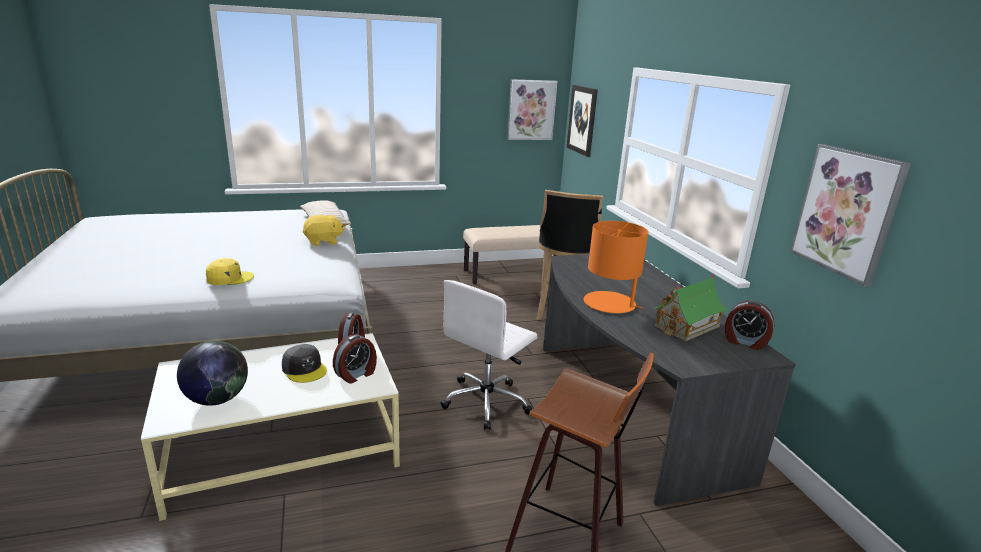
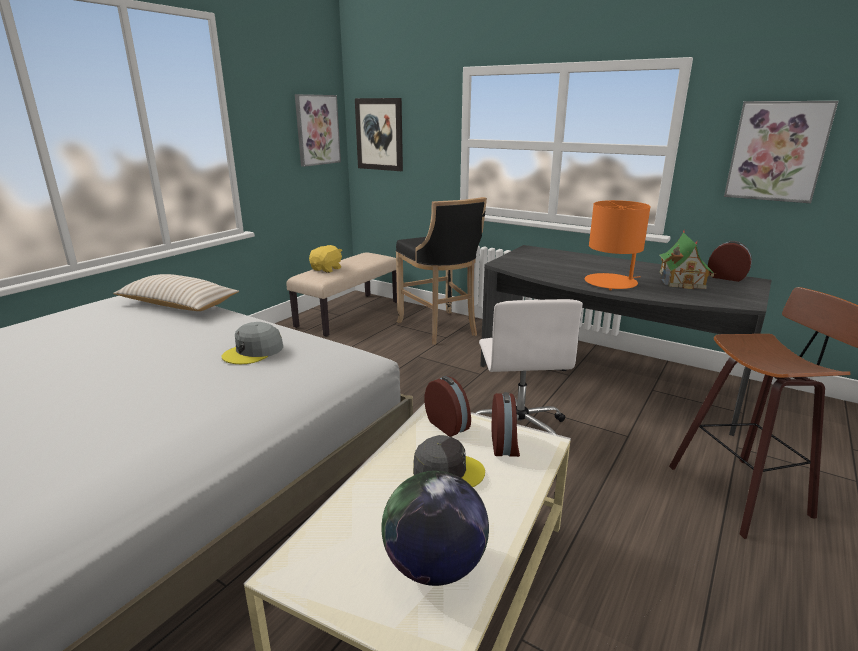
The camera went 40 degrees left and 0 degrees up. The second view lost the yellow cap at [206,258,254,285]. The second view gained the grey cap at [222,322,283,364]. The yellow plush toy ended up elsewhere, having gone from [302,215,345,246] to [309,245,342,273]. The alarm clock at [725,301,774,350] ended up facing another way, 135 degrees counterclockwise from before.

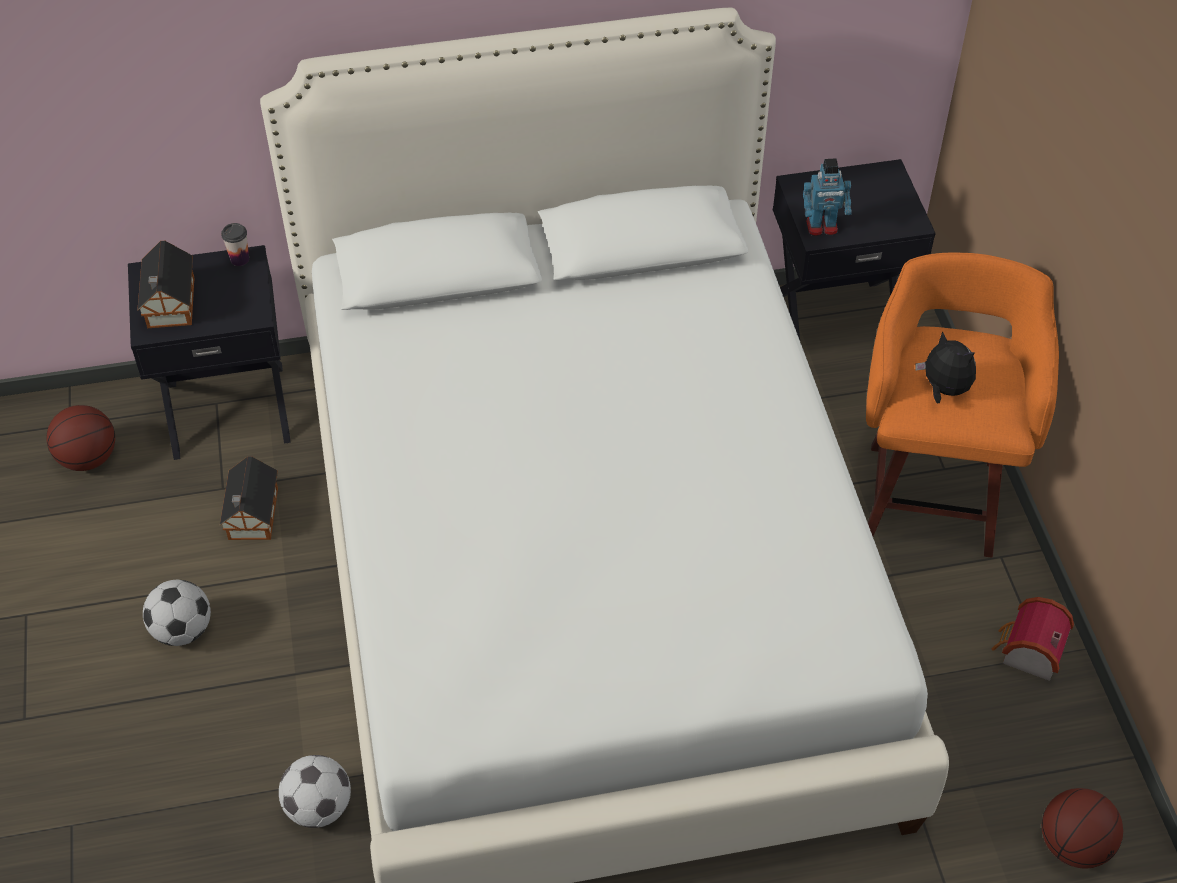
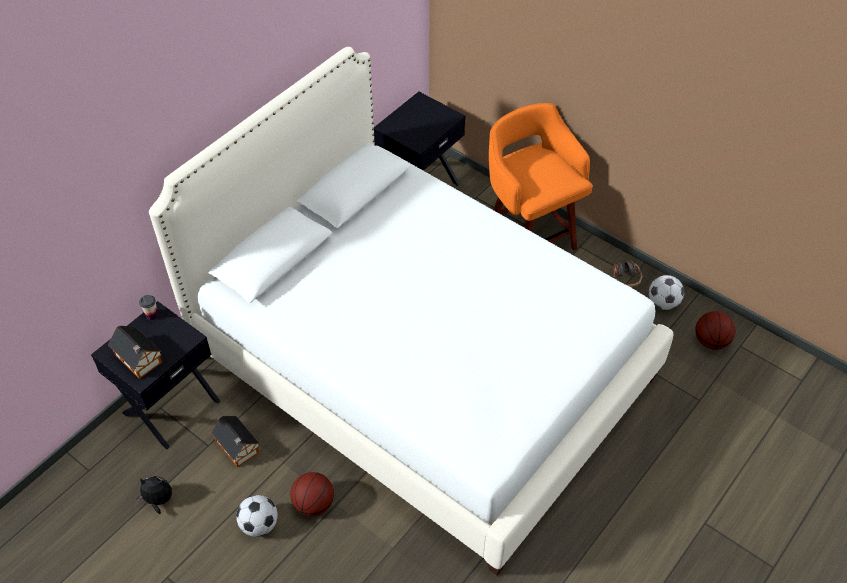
The camera went 40 degrees left and 0 degrees up. The second view lost the toy robot at [803,159,852,236]. The basketball ended up elsewhere, having gone from [46,405,115,471] to [290,472,334,516]. The football ended up elsewhere, having gone from [279,755,351,828] to [649,275,684,310]. The plush toy ended up elsewhere, having gone from [915,331,976,403] to [136,476,172,514]. Where the toy house stood at [992,597,1074,681], the headphones came to stand at [613,260,642,287].

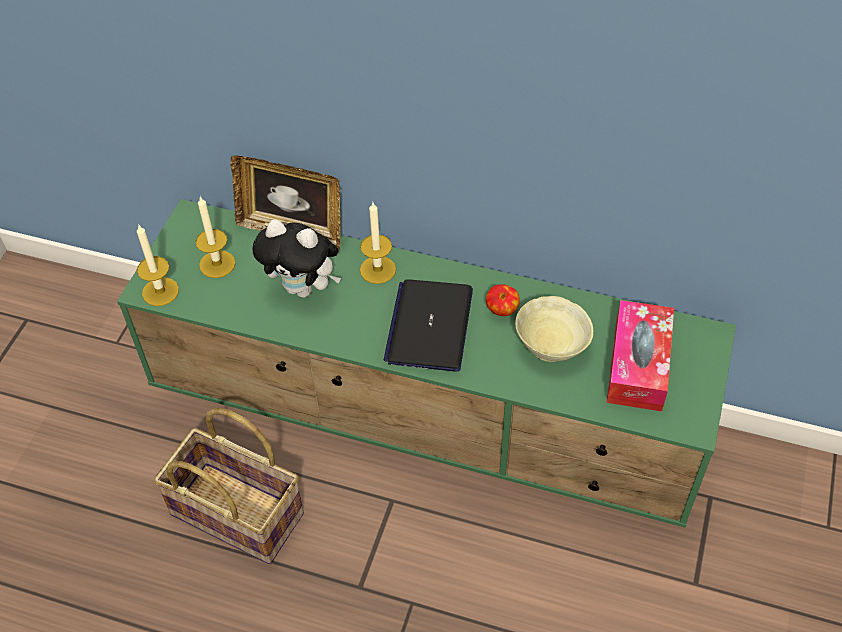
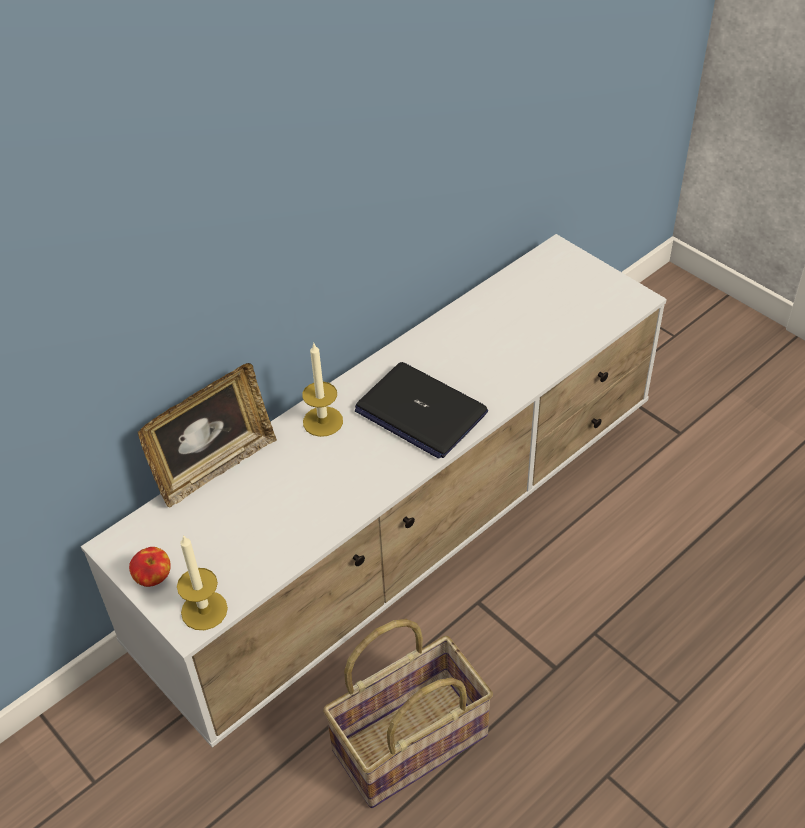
The camera went 60 degrees left and 5 degrees down. The second view lost the candle at [196,197,236,278]. The second view lost the plush toy at [252,220,341,298]. The second view lost the beige bowl at [515,296,593,362]. The second view lost the tissue box at [606,300,674,411]. The apple ended up elsewhere, having gone from [486,284,520,316] to [129,547,171,587]. What was the green tv stand at [117,199,736,528] turned into the white tv stand at [81,234,667,748].

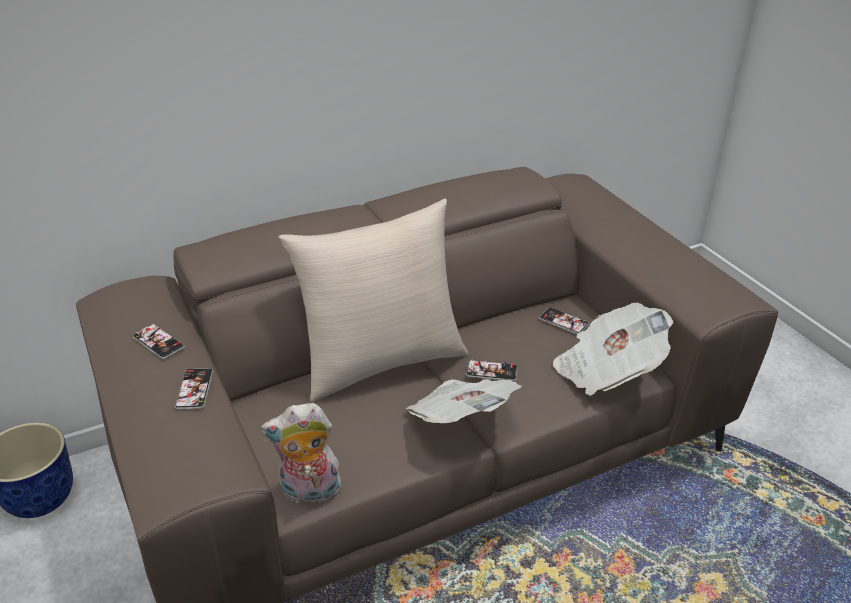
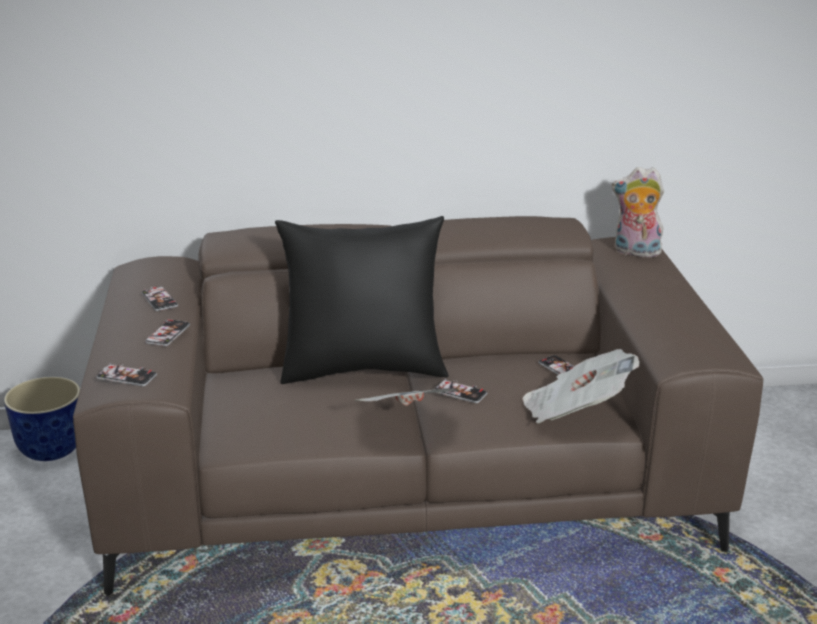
The camera went 20 degrees right and 10 degrees down. The second view gained the phone at [96,363,157,387]. The plush toy ended up elsewhere, having gone from [261,403,343,507] to [612,167,664,257]. What was the beige pillow at [279,199,469,402] turned into the black pillow at [275,216,448,384].

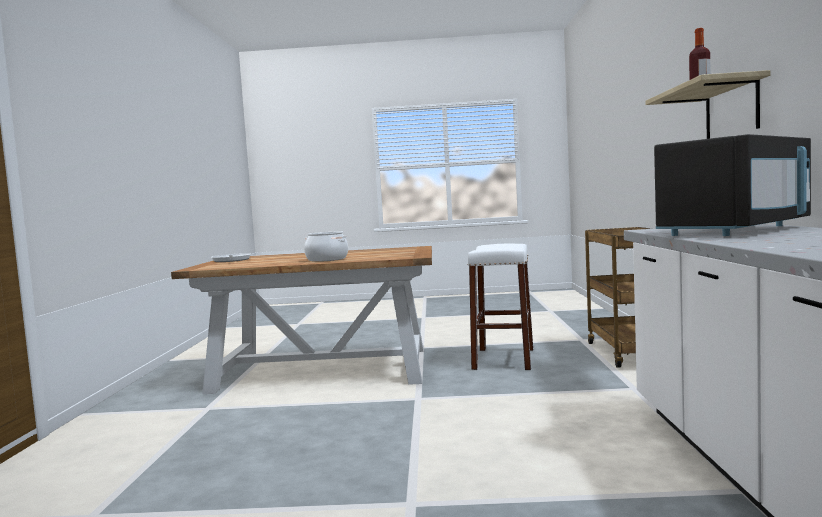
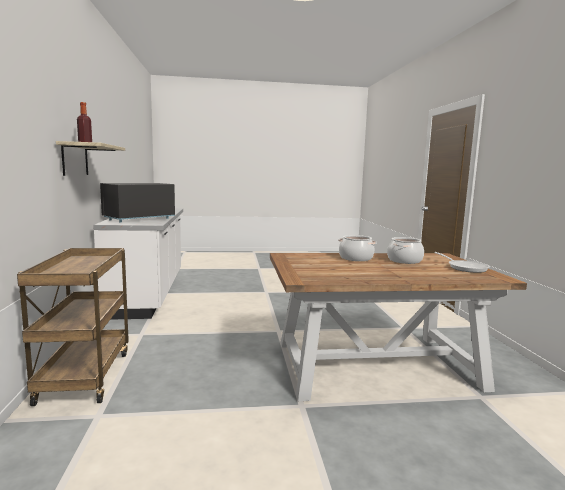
The camera went 170 degrees right and 5 degrees up. The second view lost the white stool at [467,243,533,370]. The second view gained the cooking pot at [387,237,424,264].

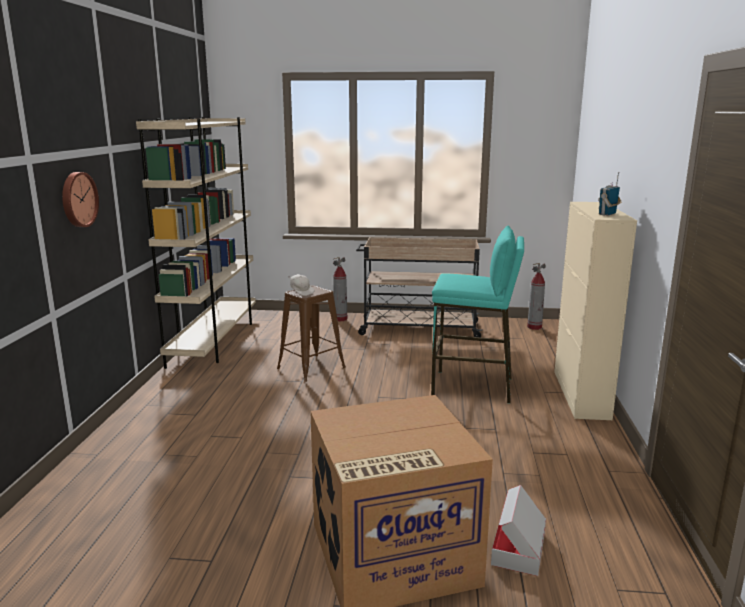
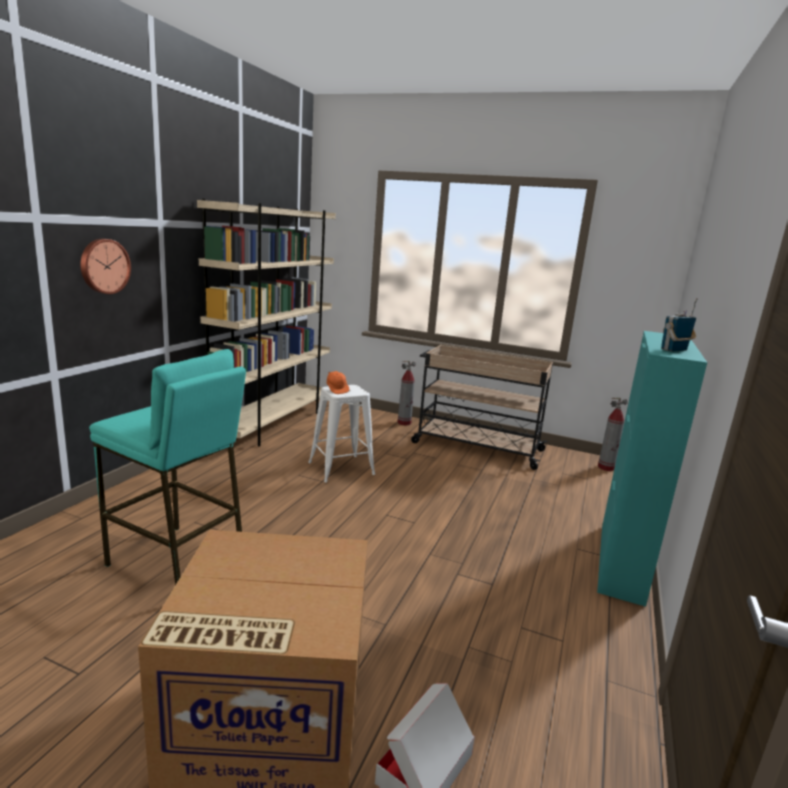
The camera went 15 degrees right and 0 degrees up. The turquoise stool ended up elsewhere, having gone from [431,226,524,404] to [89,349,246,585]. What was the brown stool at [277,286,346,382] turned into the white stool at [308,385,375,482]. What was the white cap at [288,274,314,296] turned into the orange cap at [327,371,349,394]. What was the beige cabinet at [554,202,637,420] turned into the turquoise cabinet at [597,331,707,607].

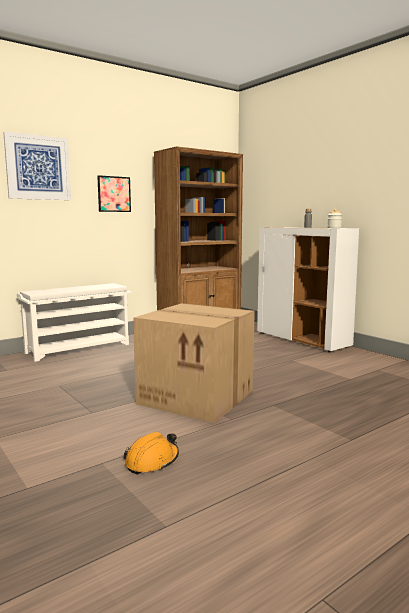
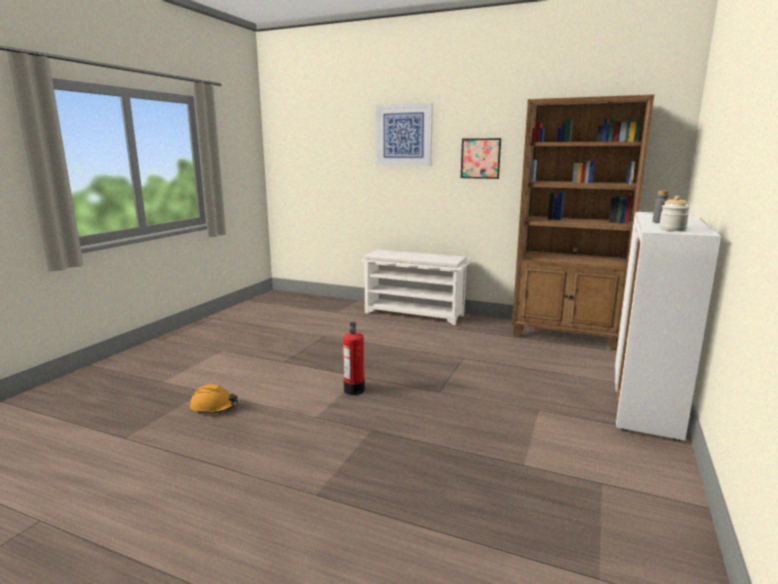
The camera went 60 degrees right and 5 degrees up. Where the cardboard box stood at [133,303,255,423], the fire extinguisher came to stand at [343,322,365,395].

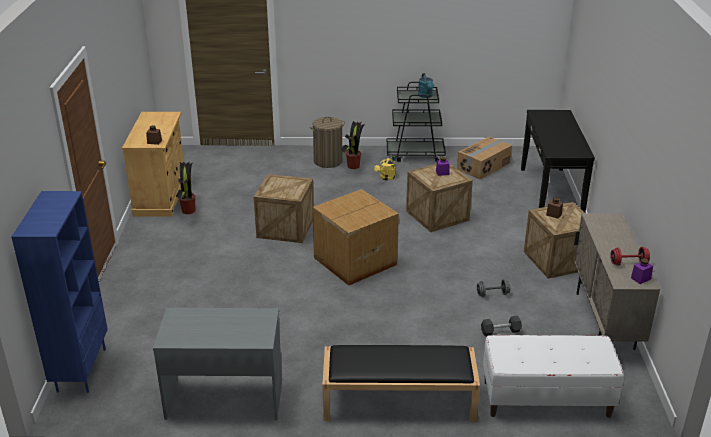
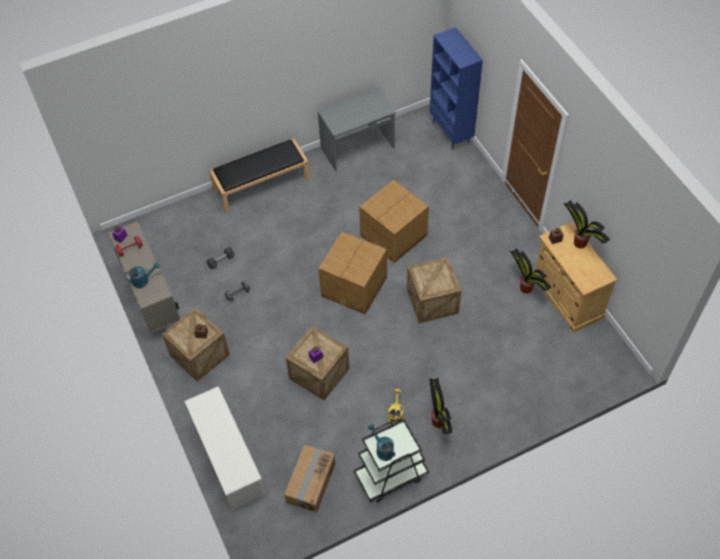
The camera went 155 degrees right and 25 degrees up. The second view lost the laundry basket at [310,116,345,168]. The second view lost the white bench at [483,335,624,418]. The second view gained the turquoise watering can at [125,262,160,288]. The second view gained the cardboard box at [359,180,429,263]. The second view gained the potted plant at [563,200,610,249]. Where the black console table stood at [521,110,595,212], the white shoe rack came to stand at [184,386,266,510].

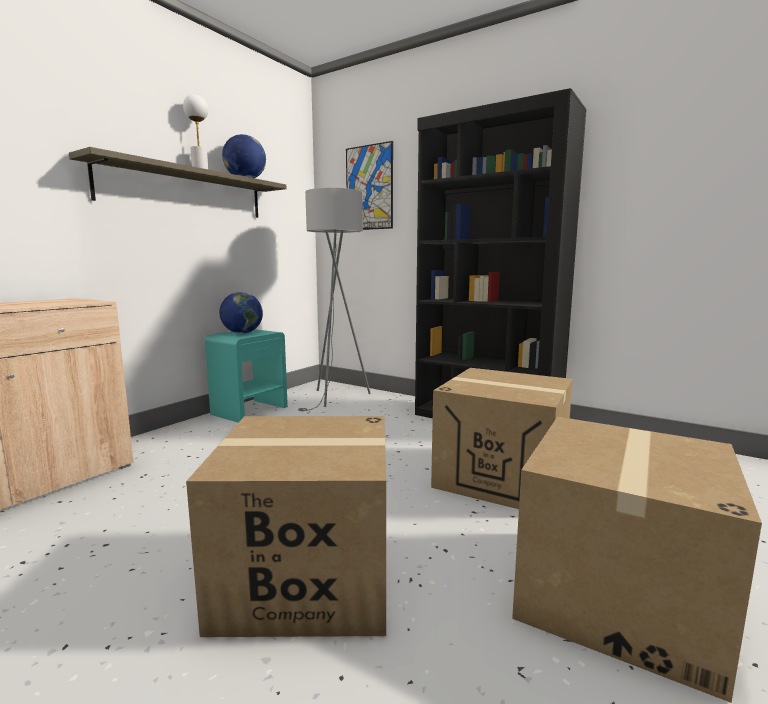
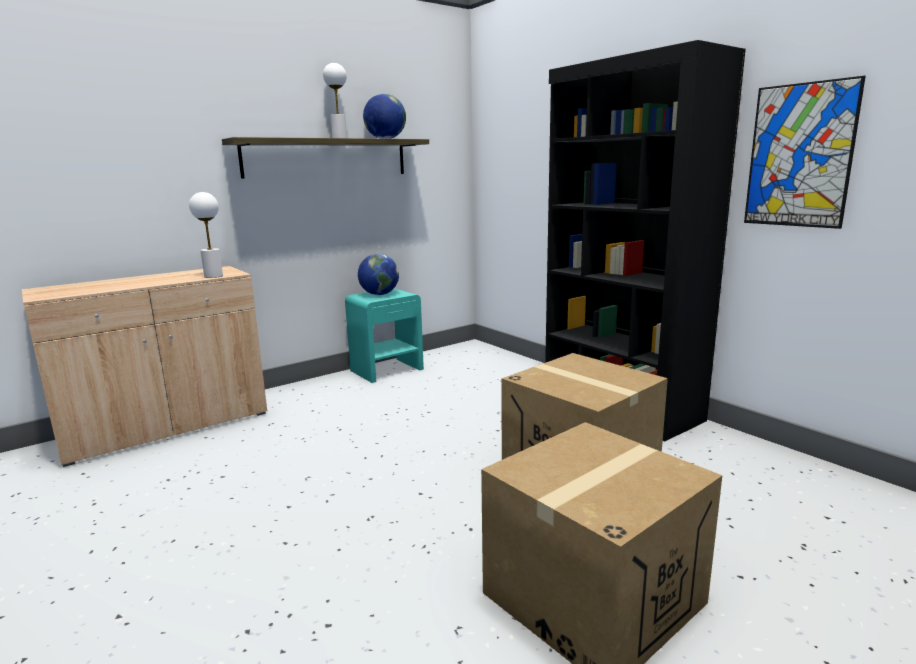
The camera went 20 degrees right and 5 degrees up. The second view lost the cardboard box at [186,416,386,637]. The second view lost the grey floor lamp at [298,188,371,411]. The second view gained the white table lamp at [189,192,223,278]. The picture ended up elsewhere, having gone from [346,141,393,230] to [744,76,866,229].

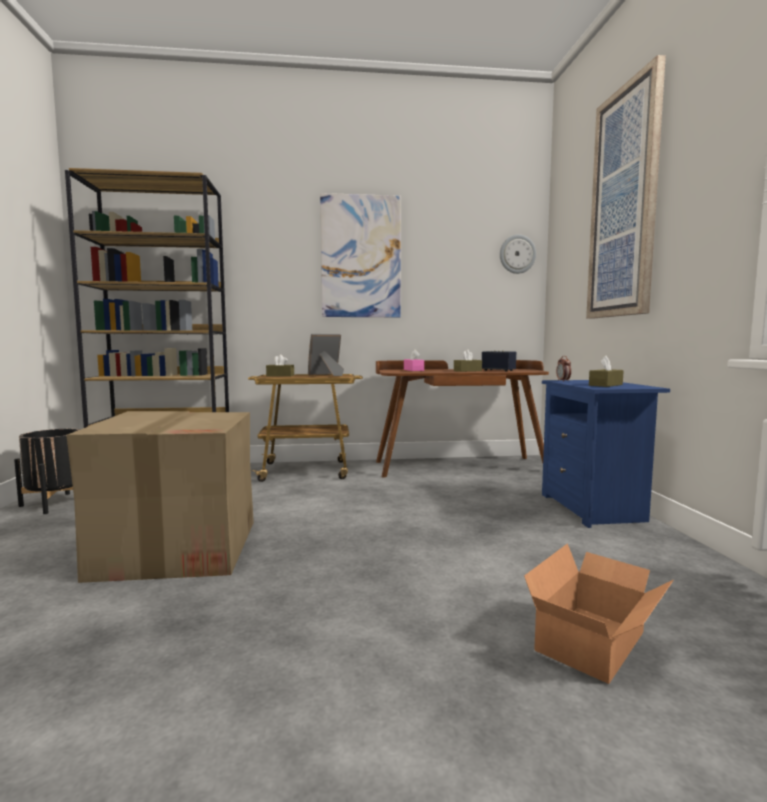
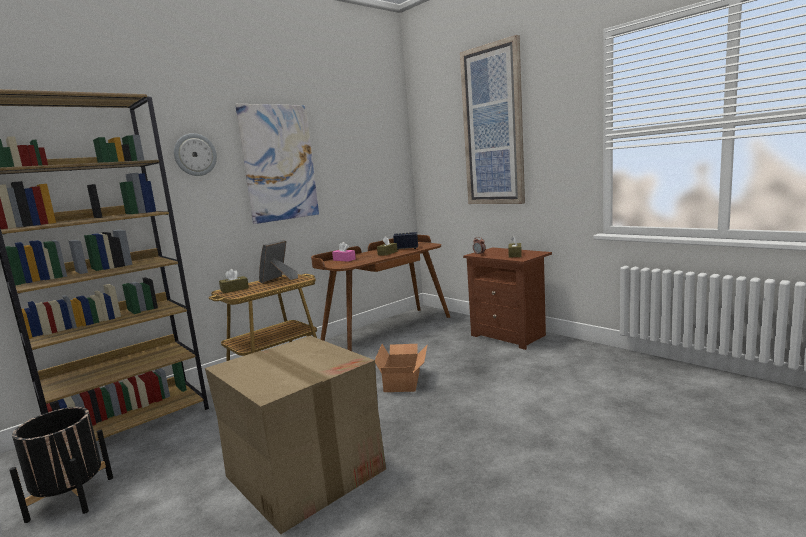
The camera went 35 degrees left and 5 degrees up. The wall clock ended up elsewhere, having gone from [500,235,536,274] to [174,133,217,176]. The cardboard box ended up elsewhere, having gone from [524,543,674,684] to [375,344,428,392]. What was the blue nightstand at [542,380,670,528] turned into the brown nightstand at [463,247,552,350].

